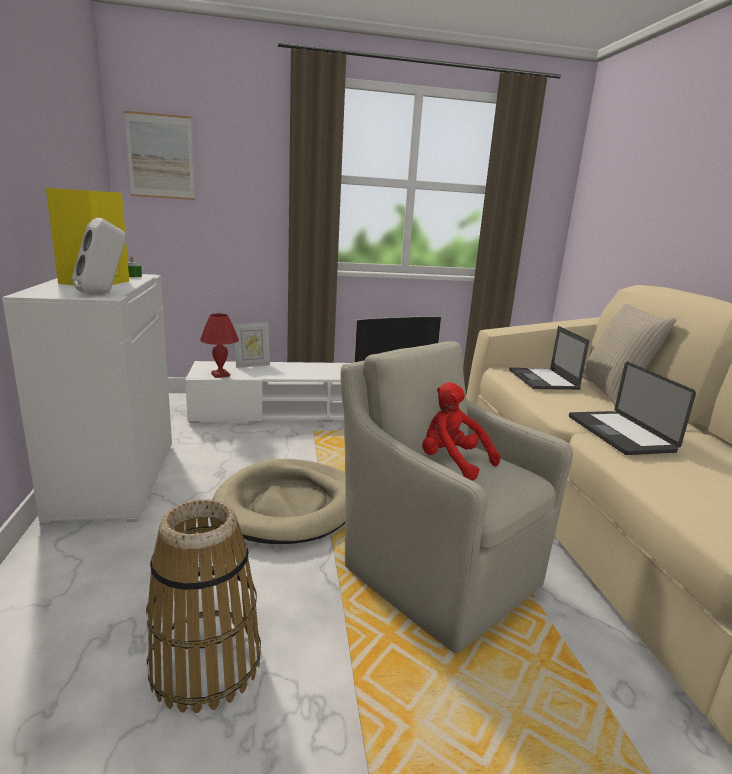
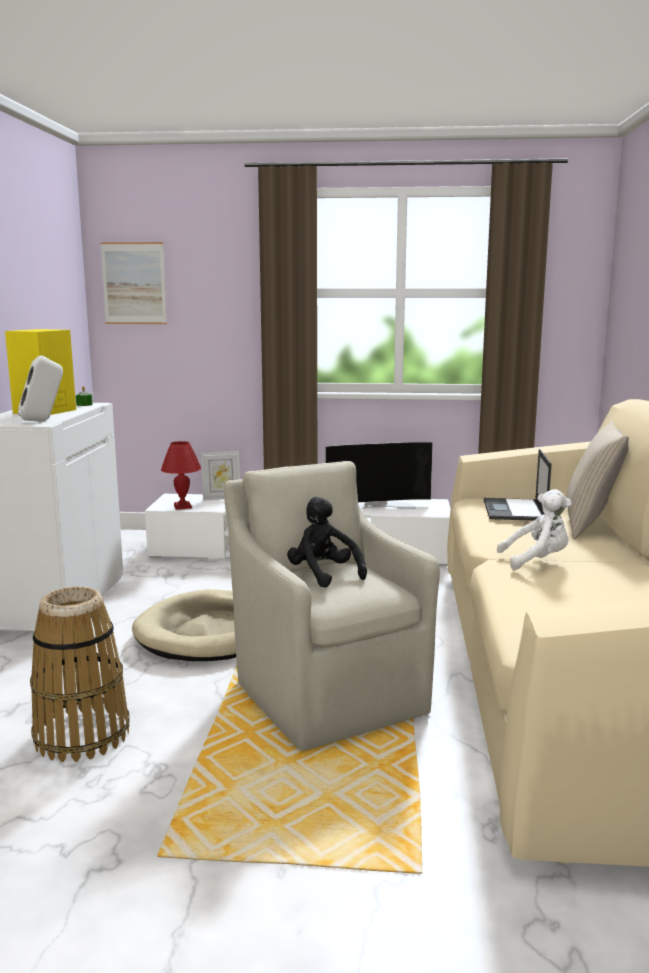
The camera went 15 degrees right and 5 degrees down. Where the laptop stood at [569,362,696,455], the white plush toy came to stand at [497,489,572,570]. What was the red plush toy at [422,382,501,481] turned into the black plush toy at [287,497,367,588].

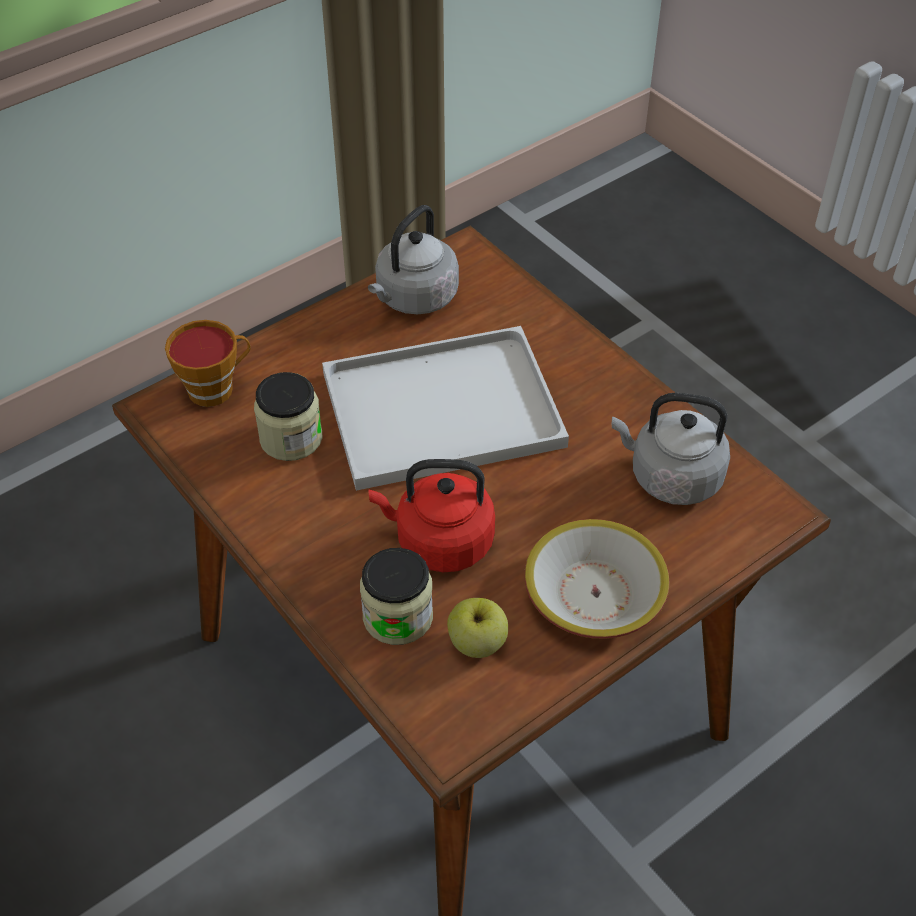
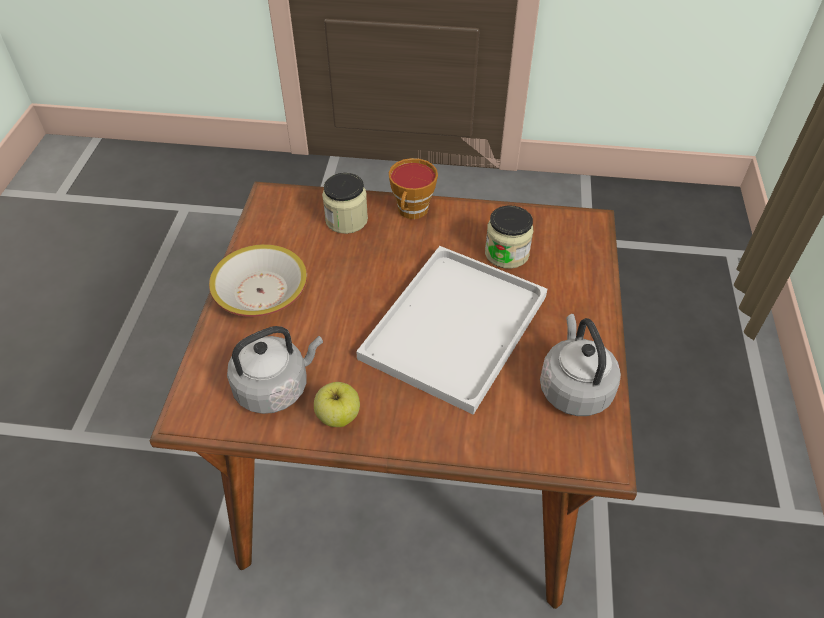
The camera went 135 degrees right and 0 degrees up. The second view lost the red kettle at [369,459,495,572]. The cup ended up elsewhere, having gone from [165,320,251,407] to [389,158,438,219]. The apple ended up elsewhere, having gone from [447,598,508,658] to [314,382,360,427].

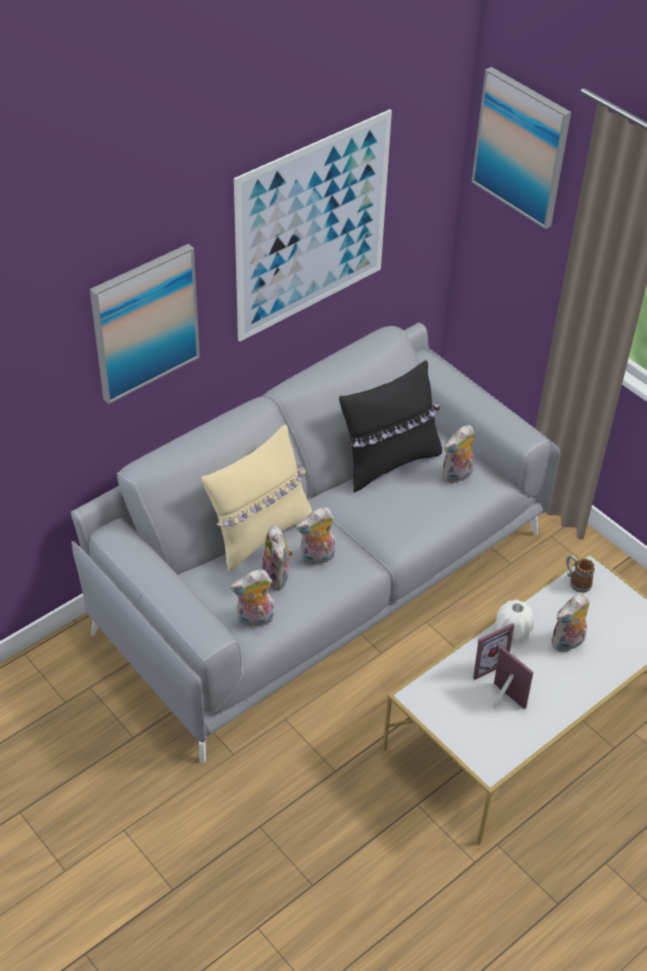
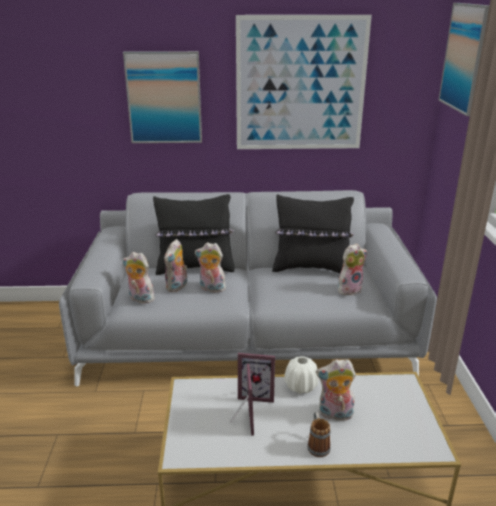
The camera went 40 degrees right and 20 degrees down. The mug ended up elsewhere, having gone from [566,555,595,593] to [307,412,331,457]. What was the beige pillow at [201,424,313,573] turned into the black pillow at [153,194,235,275]. The plush toy at [442,425,474,483] ended up facing another way, 150 degrees clockwise from before.

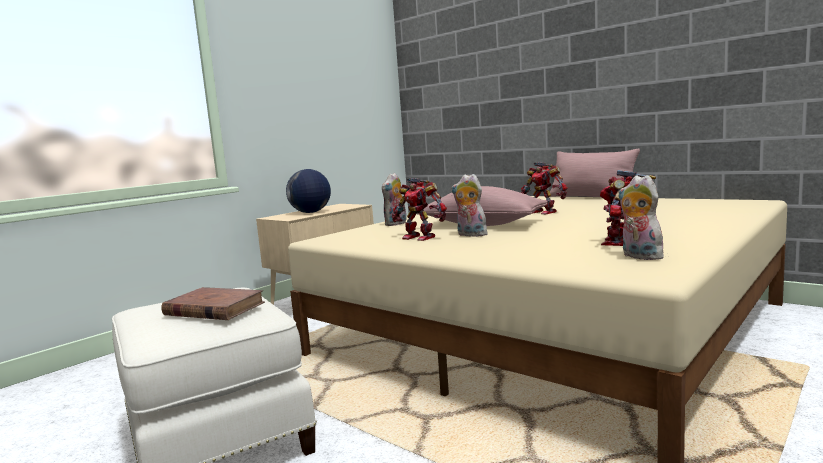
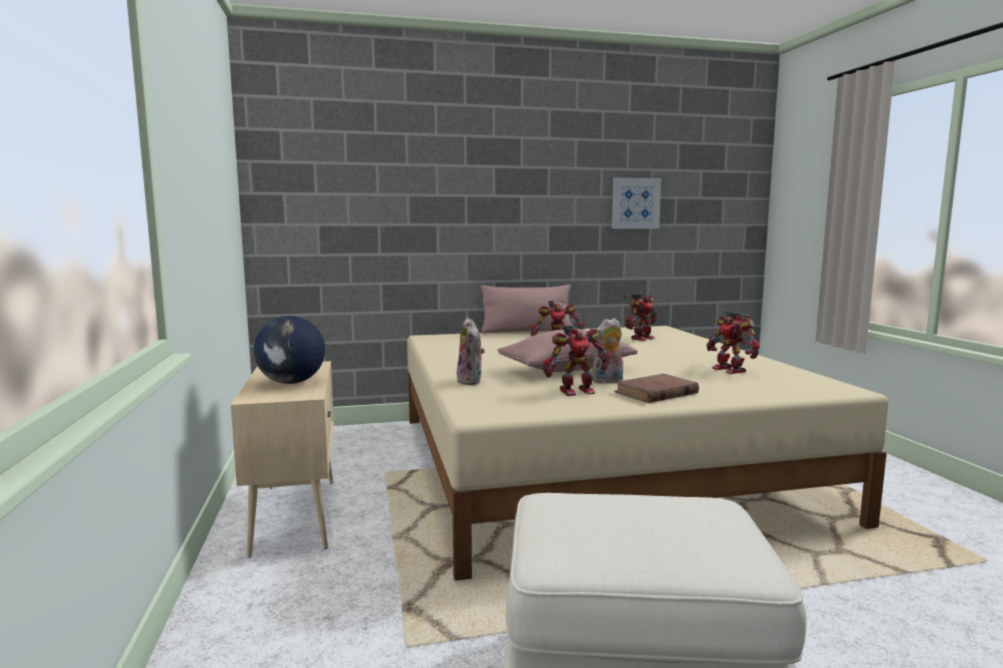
The camera went 55 degrees left and 0 degrees up. The second view lost the plush toy at [619,175,664,260]. The second view gained the picture at [612,178,661,229]. The second view gained the toy robot at [623,293,658,341]. The brown book ended up elsewhere, having gone from [161,287,265,320] to [614,374,699,403].

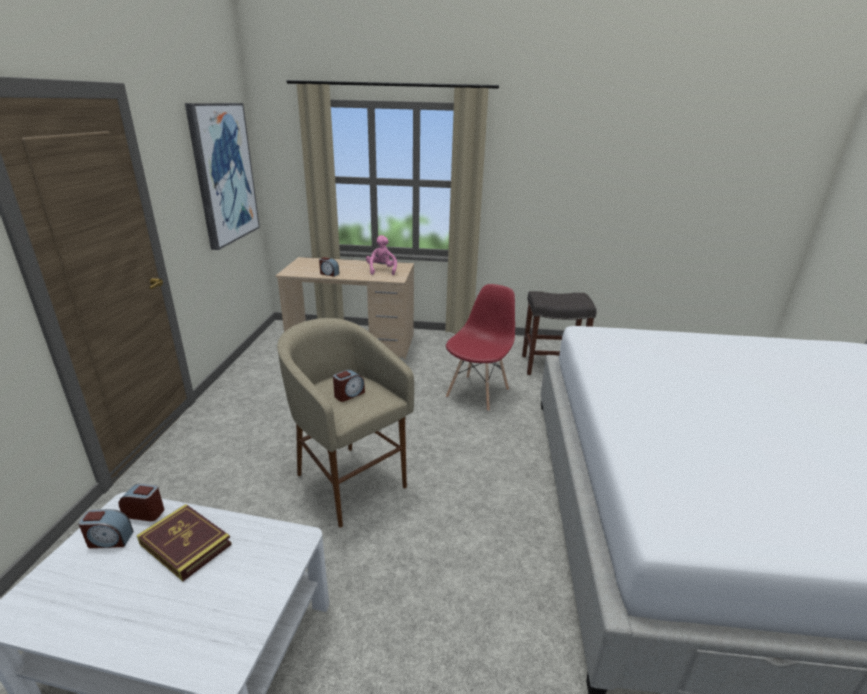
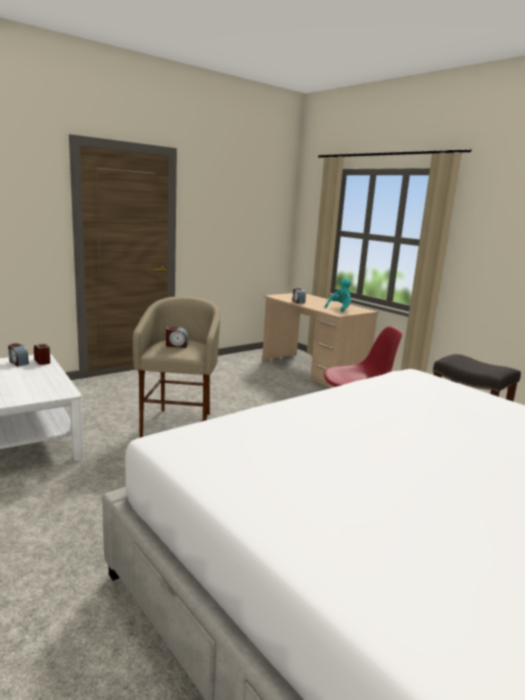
The camera went 45 degrees right and 10 degrees down. The second view lost the book at [137,504,232,581]. The second view lost the picture at [185,103,260,250]. What was the pink plush toy at [366,235,397,275] turned into the turquoise plush toy at [325,278,351,312].

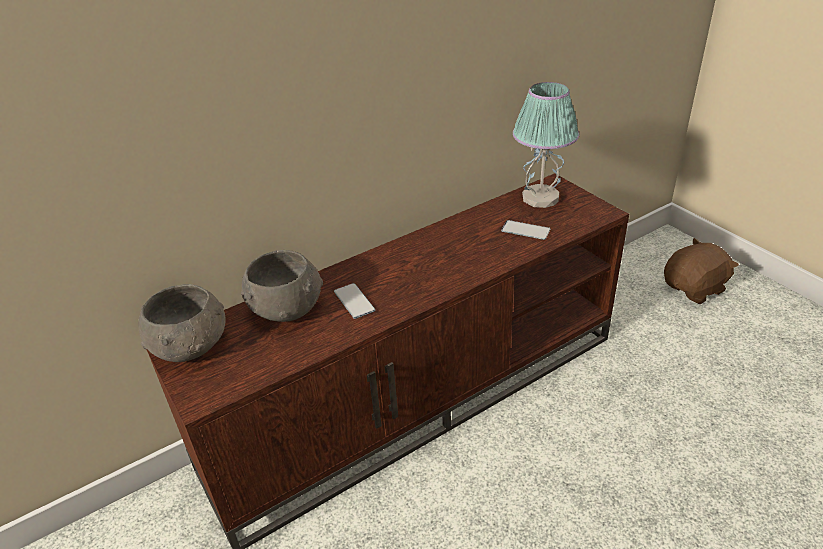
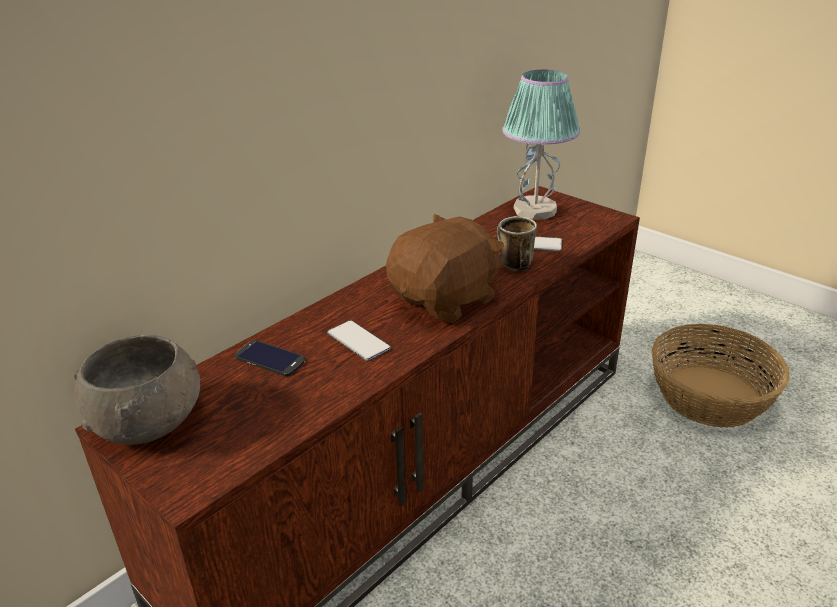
The camera went 15 degrees left and 5 degrees down. The second view gained the mug at [497,216,537,271]. The second view gained the basket at [652,324,790,428]. The brown plush toy ended up elsewhere, having gone from [664,238,739,304] to [386,214,504,323]. Where the grey bowl stood at [241,250,323,322], the phone came to stand at [235,340,306,376].

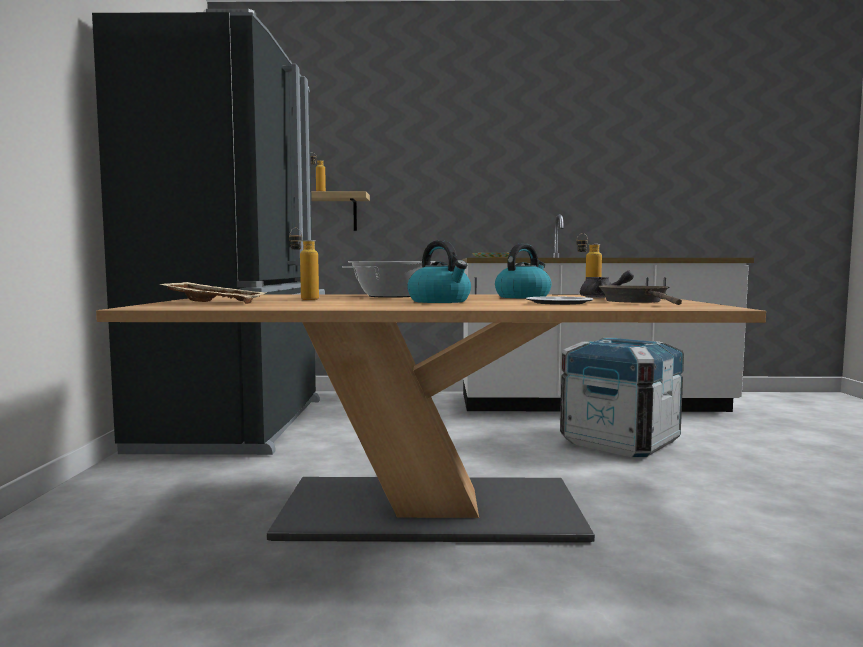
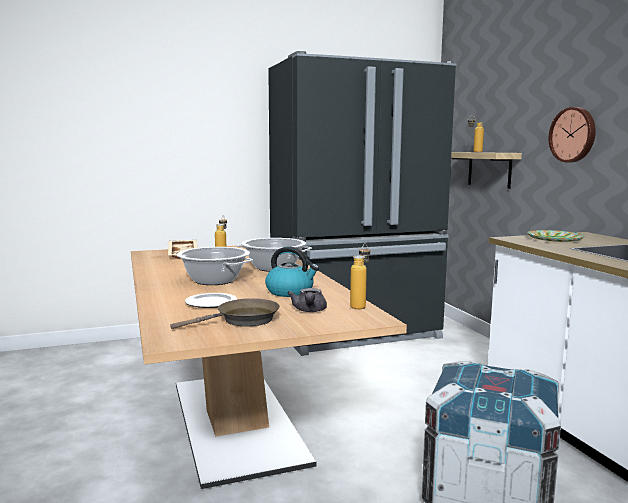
The camera went 70 degrees right and 5 degrees up. The second view gained the wall clock at [549,107,596,162]. Where the kettle stood at [407,240,471,303], the cooking pot came to stand at [176,247,253,285].

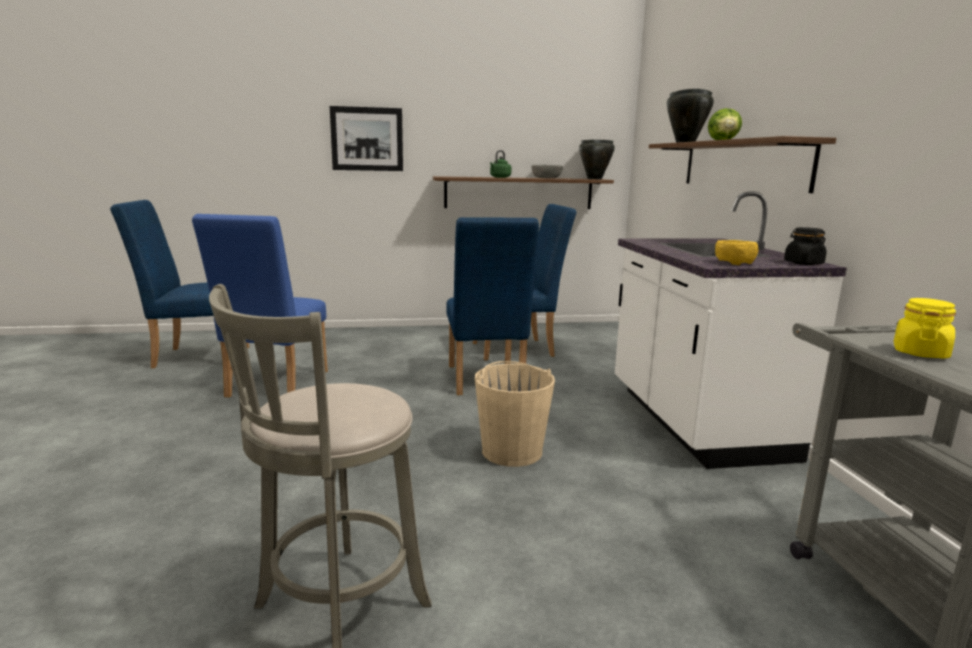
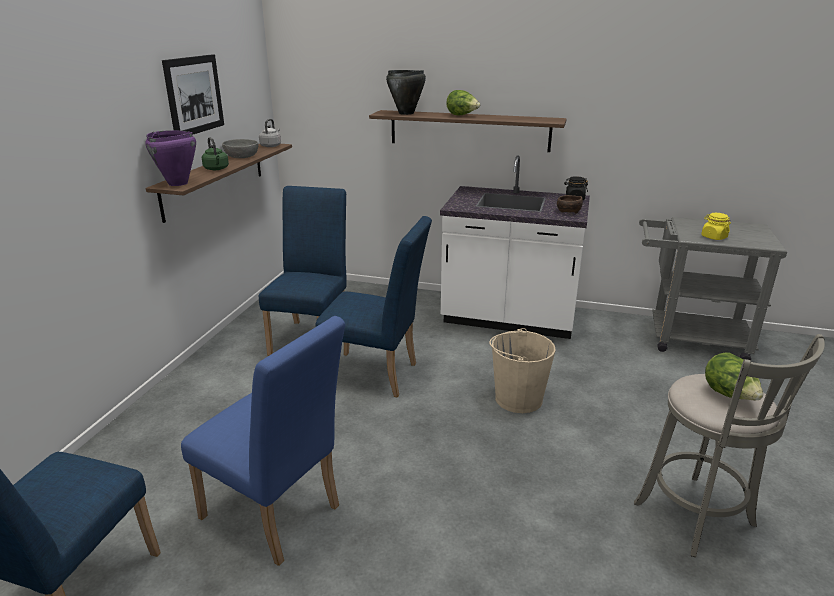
The camera went 65 degrees left and 10 degrees up. The second view gained the purple cooking pot at [145,130,196,186]. The second view gained the lettuce at [705,353,763,400]. The picture ended up elsewhere, having gone from [330,106,403,171] to [162,54,224,135]. Where the black cooking pot stood at [579,140,615,179], the grey kettle came to stand at [259,119,281,147]. What was the yellow bowl at [715,240,759,265] turned into the brown bowl at [557,195,583,213].

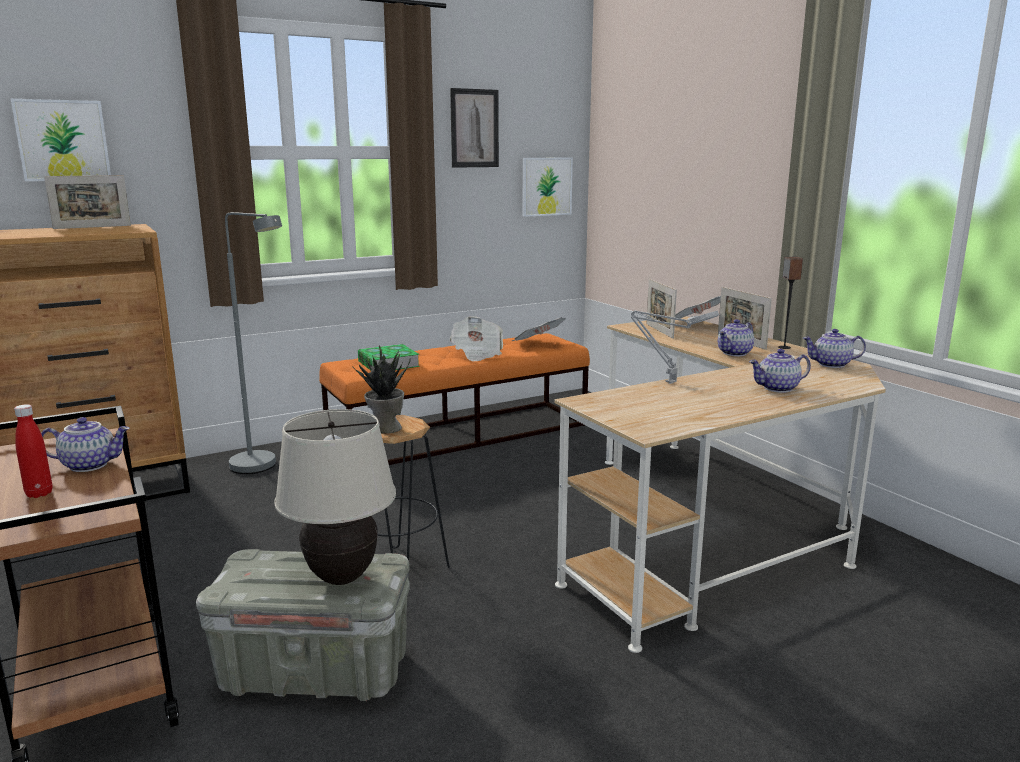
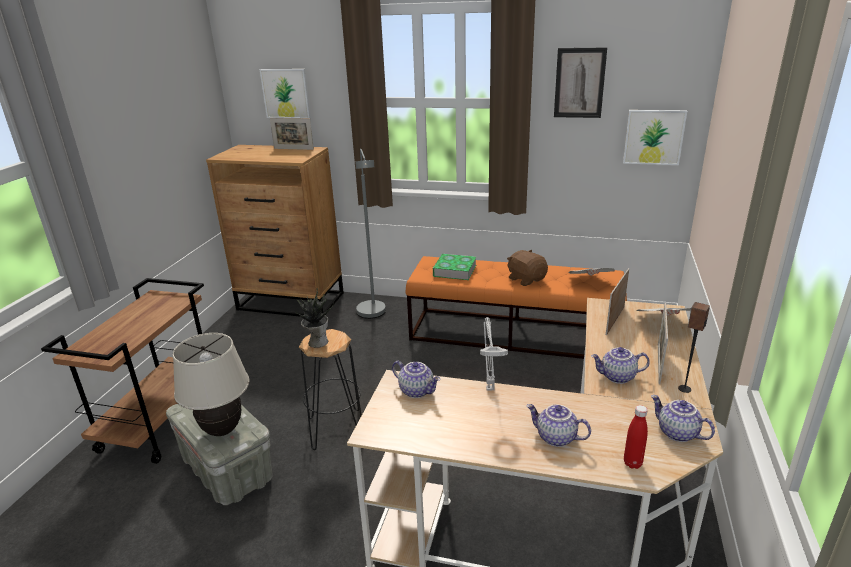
The camera went 45 degrees right and 10 degrees up. The red bottle ended up elsewhere, having gone from [14,404,53,498] to [624,405,648,469]. The teapot ended up elsewhere, having gone from [41,417,130,472] to [392,361,441,398]. Where the newspaper stood at [449,316,503,361], the brown plush toy came to stand at [507,250,548,286].

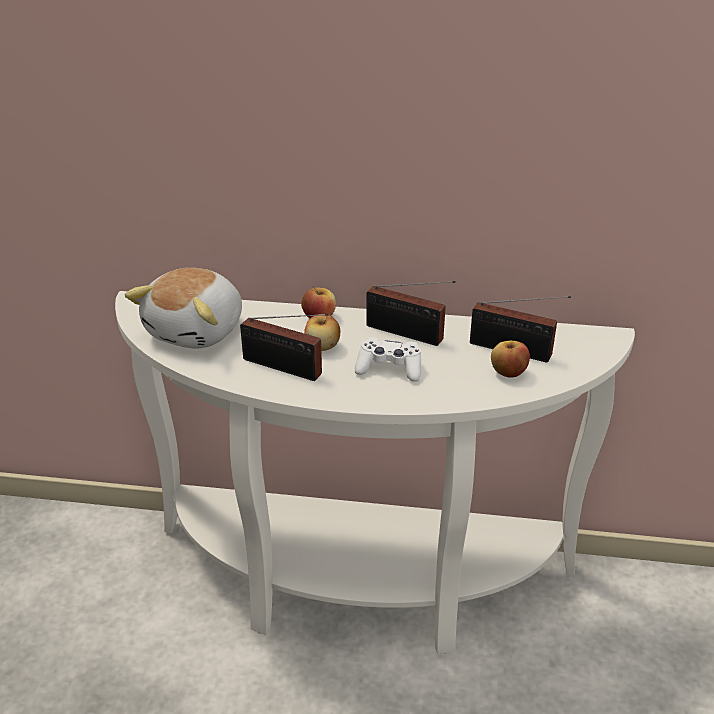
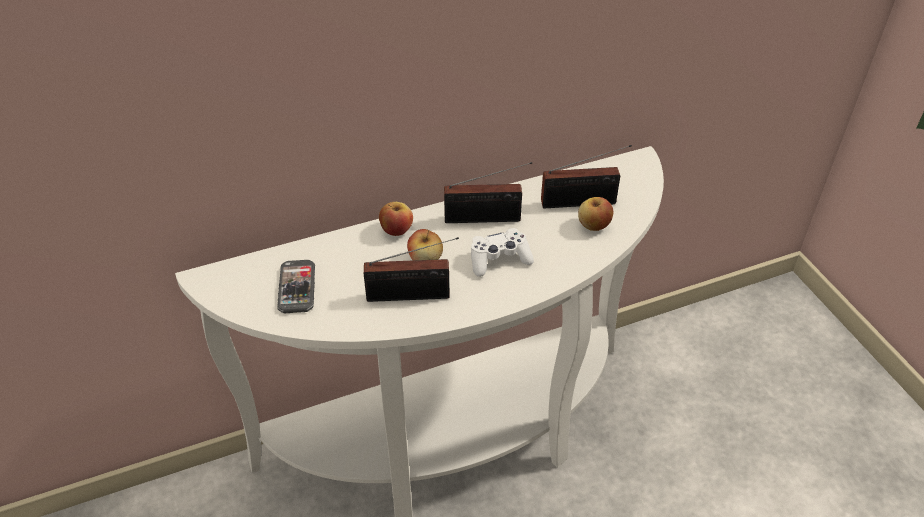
The camera went 30 degrees left and 10 degrees up. Where the plush toy stood at [125,268,242,349], the phone came to stand at [277,260,315,313].

